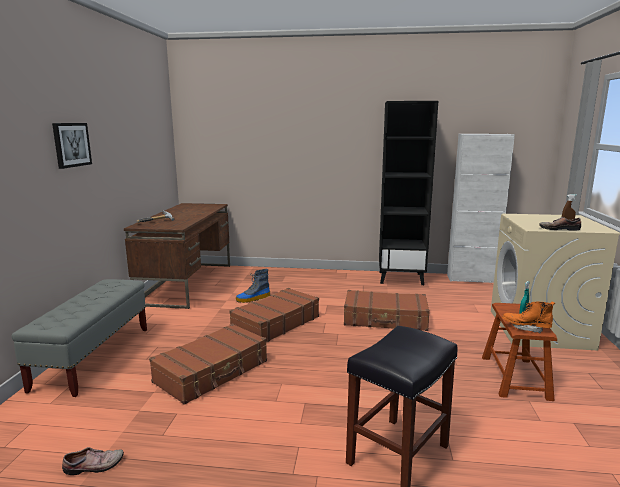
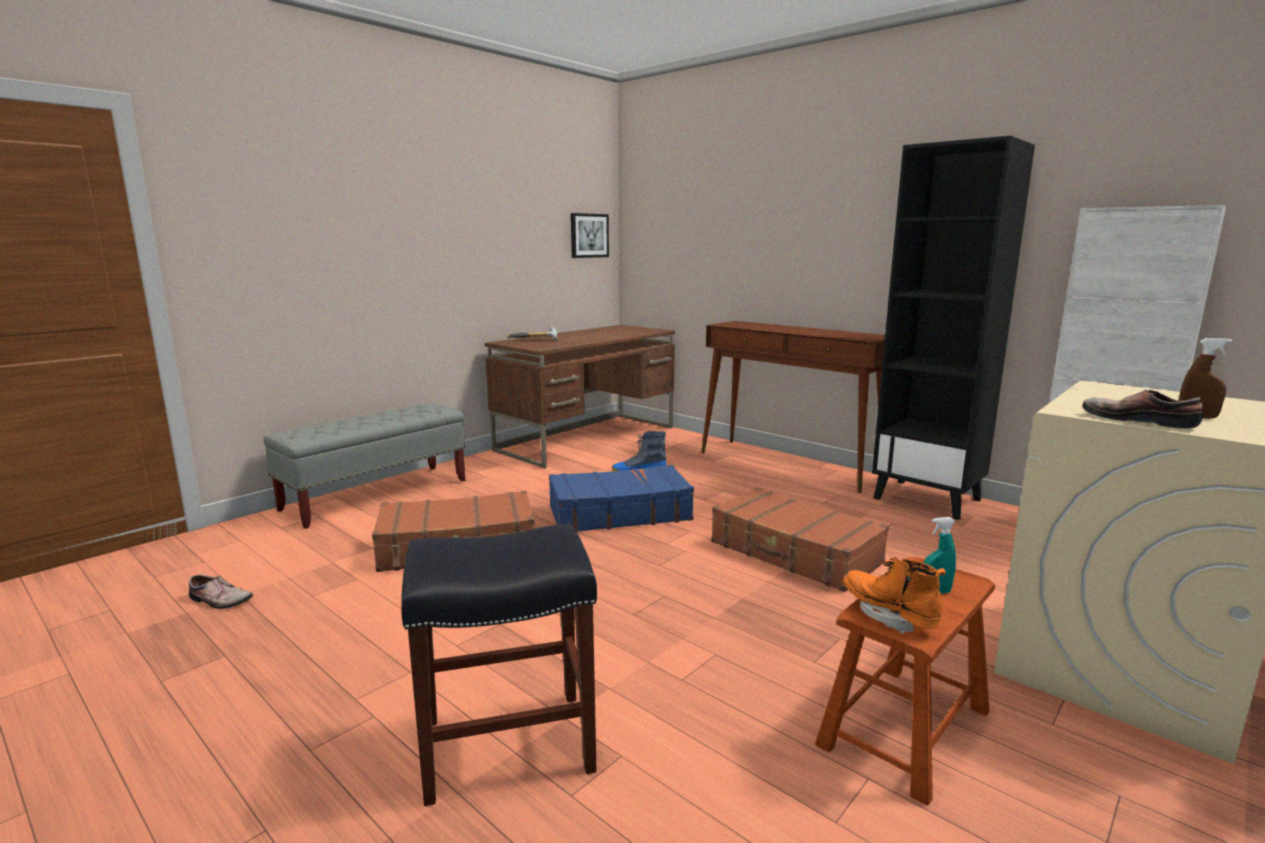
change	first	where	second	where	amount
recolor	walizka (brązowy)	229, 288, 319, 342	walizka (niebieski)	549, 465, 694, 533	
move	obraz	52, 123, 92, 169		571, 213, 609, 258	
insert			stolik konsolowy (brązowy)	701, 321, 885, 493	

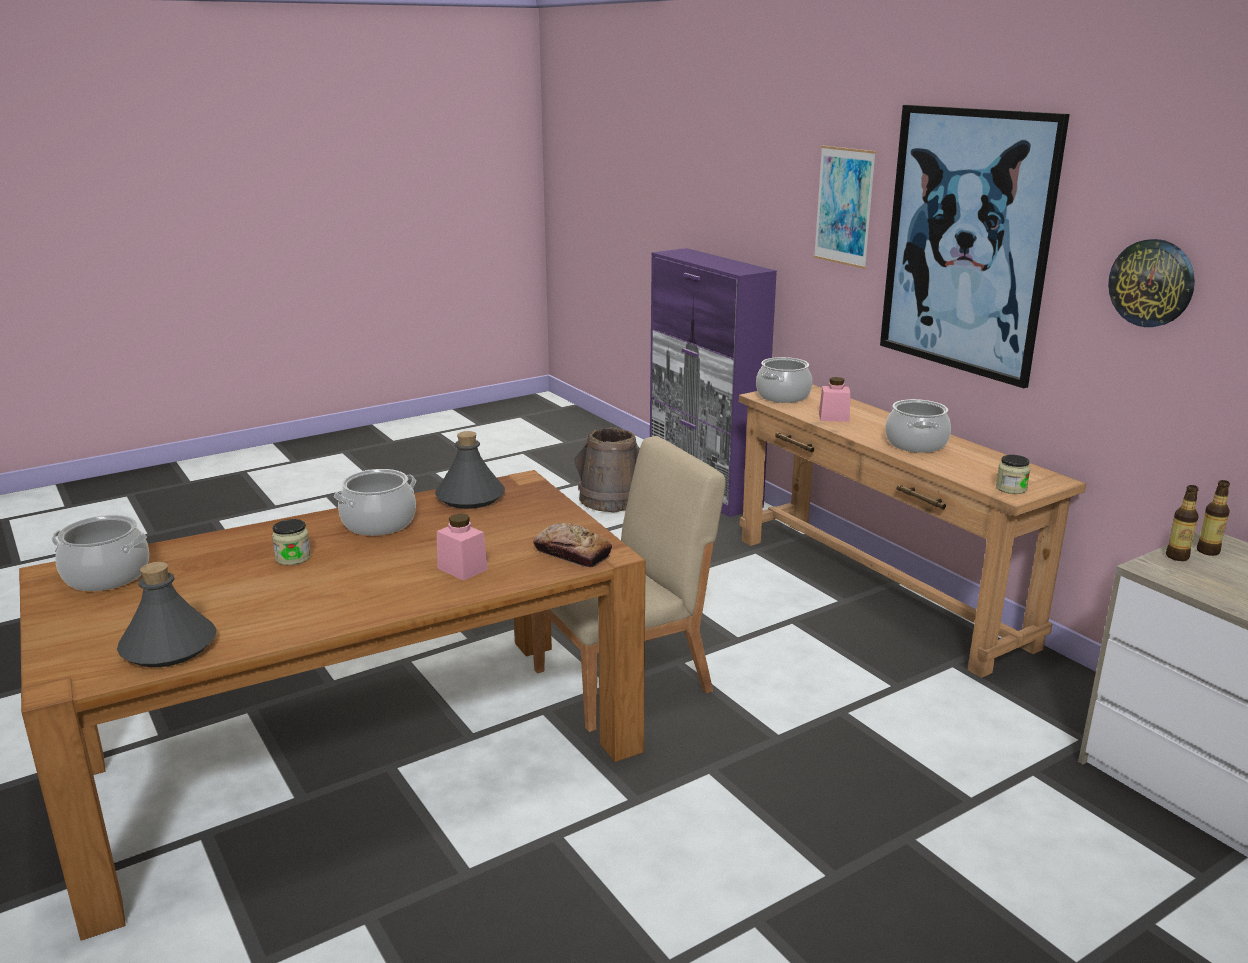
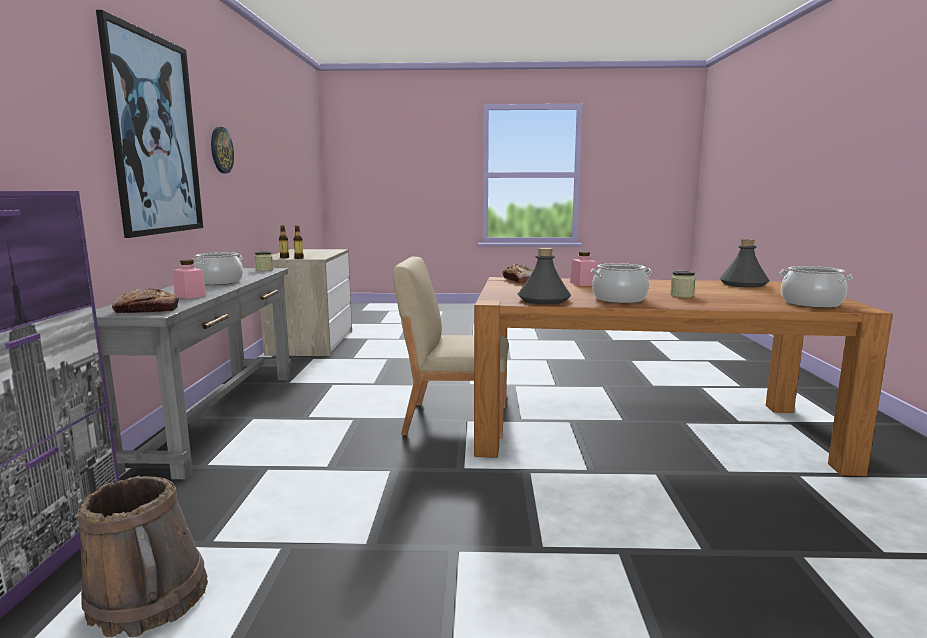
change	first	where	second	where	amount
recolor	stolik konsolowy (brązowy)	739, 384, 1086, 678	stolik konsolowy (szary)	96, 268, 292, 479	
replace	garnek	756, 357, 812, 403	chleb	112, 288, 179, 313	
delete	obraz	813, 146, 876, 269			

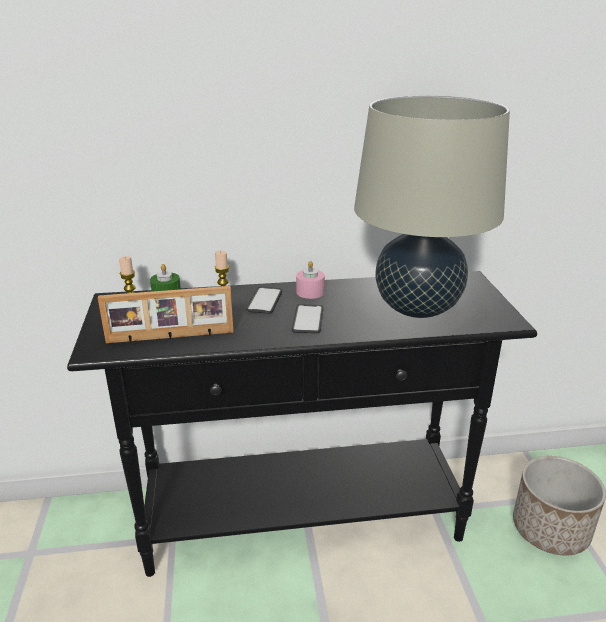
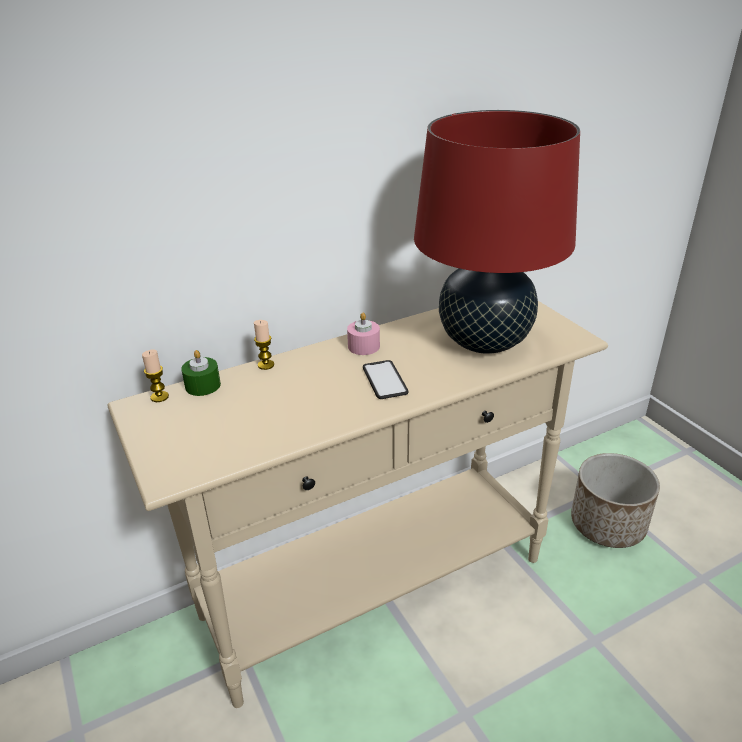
change	first	where	second	where	amount
recolor	stolik konsolowy (czarny)	67, 271, 537, 577	stolik konsolowy (beżowy)	107, 301, 608, 708	
recolor	lampa stołowa (beżowy)	354, 95, 510, 318	lampa stołowa (czerwony)	414, 110, 580, 354	
delete	ramka na zdjęcie	98, 286, 234, 343			
delete	telefon	246, 287, 282, 314			

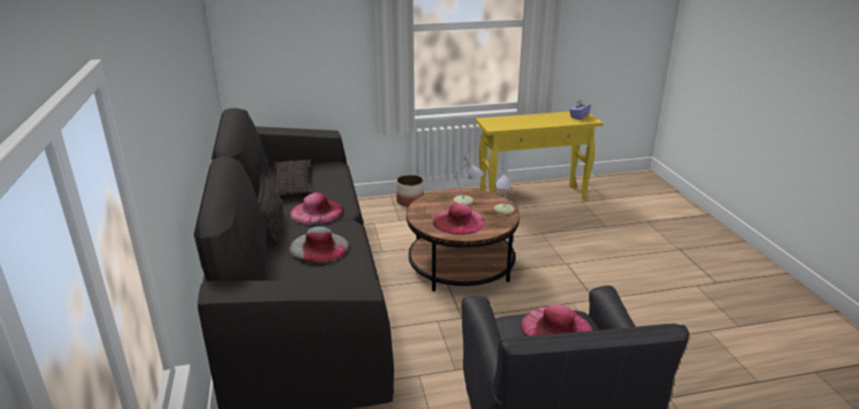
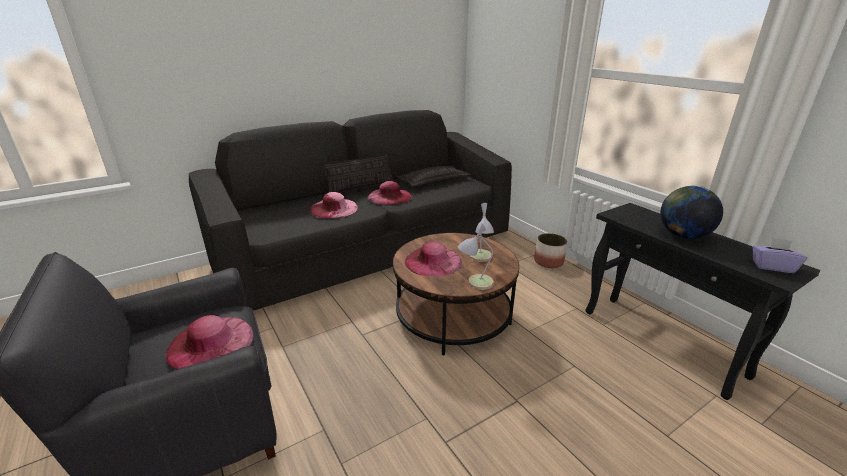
change	first	where	second	where	amount
recolor	kapelusz (szary)	289, 226, 349, 263	kapelusz (różowy)	310, 192, 358, 219	
recolor	stolik konsolowy (żółty)	476, 111, 603, 201	stolik konsolowy (czarny)	585, 203, 821, 400	
insert			globus	660, 186, 723, 239	

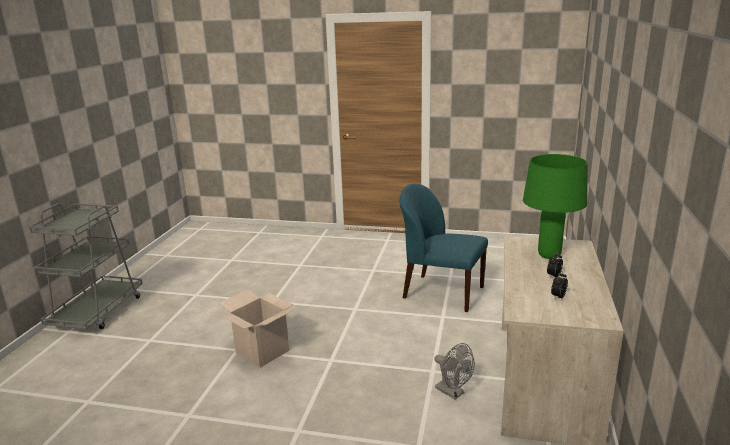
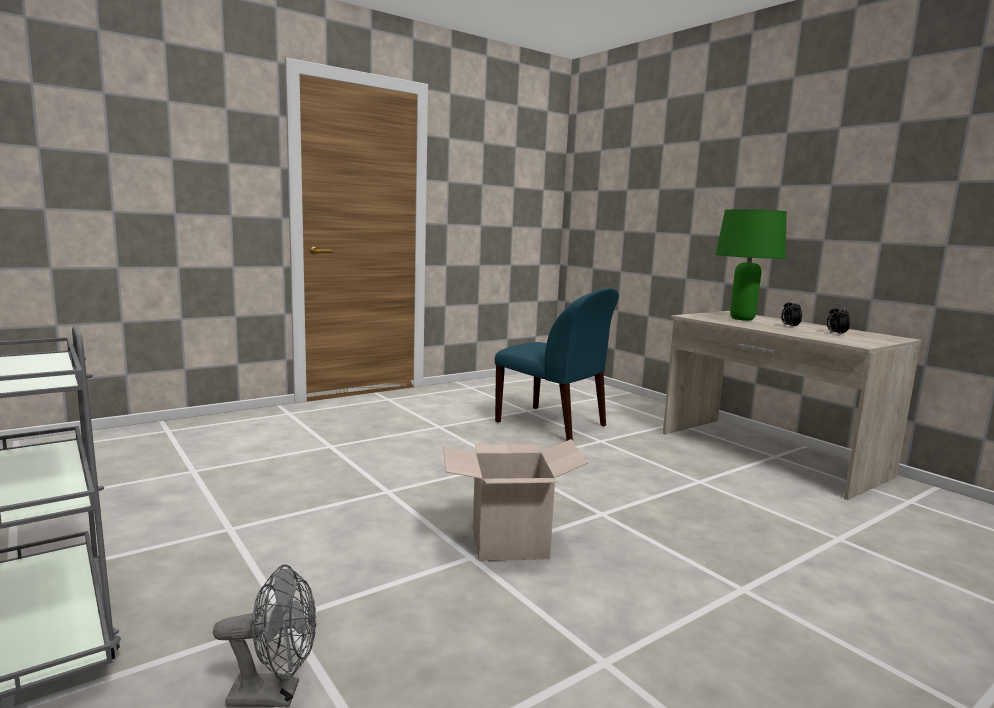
change	first	where	second	where	amount
move	wentylator (szary)	434, 343, 475, 399		213, 564, 316, 707	
rotate	krzesło (niebieski)	399, 184, 488, 312		495, 288, 619, 441	120 degrees counterclockwise

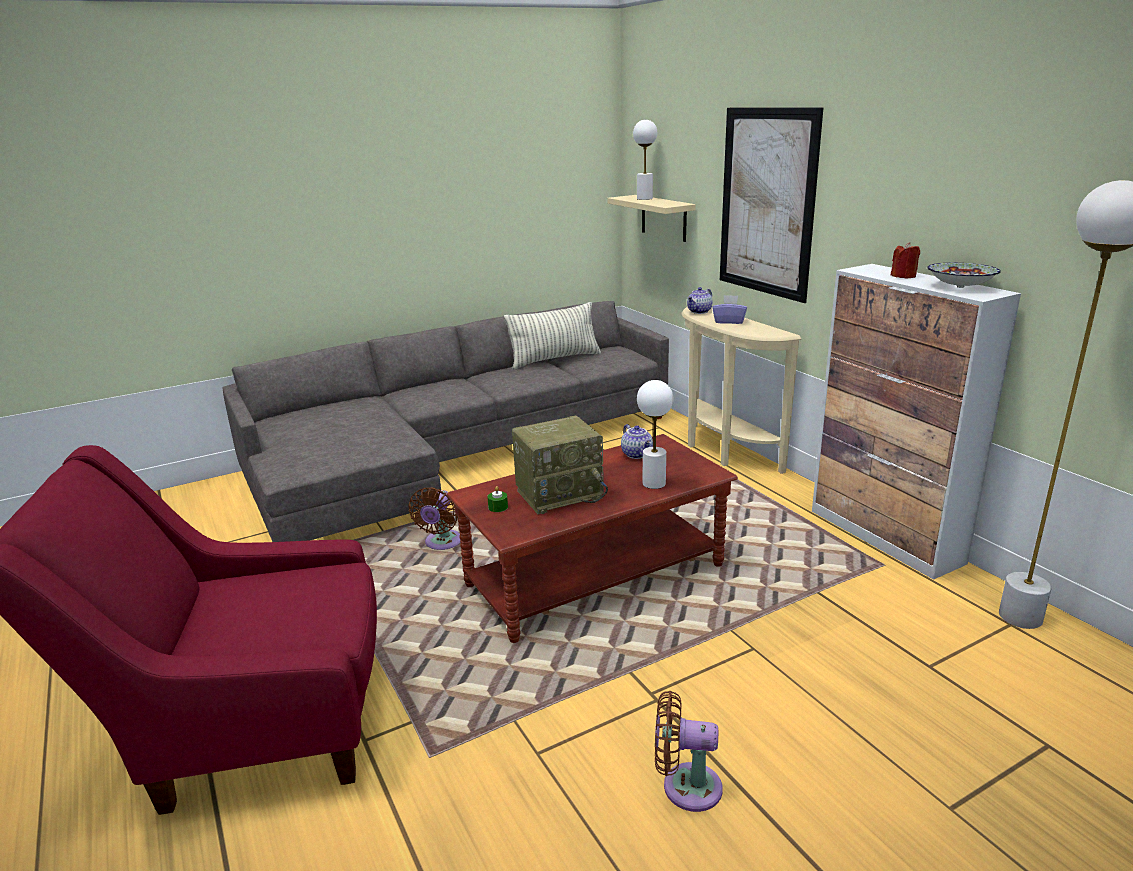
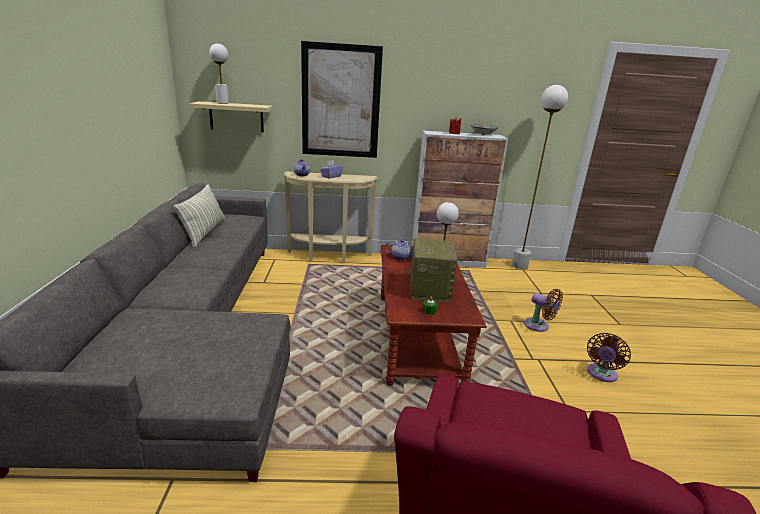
change	first	where	second	where	amount
move	wentylator (brązowy)	408, 487, 461, 550		524, 289, 563, 332	

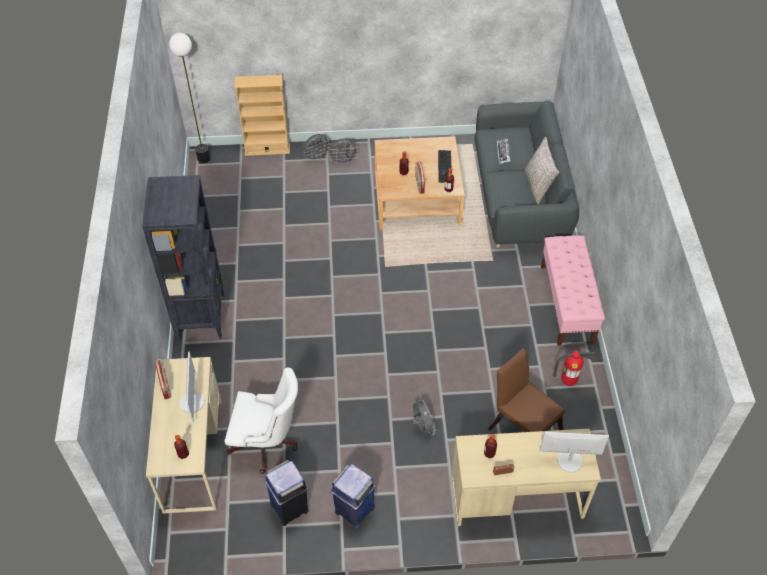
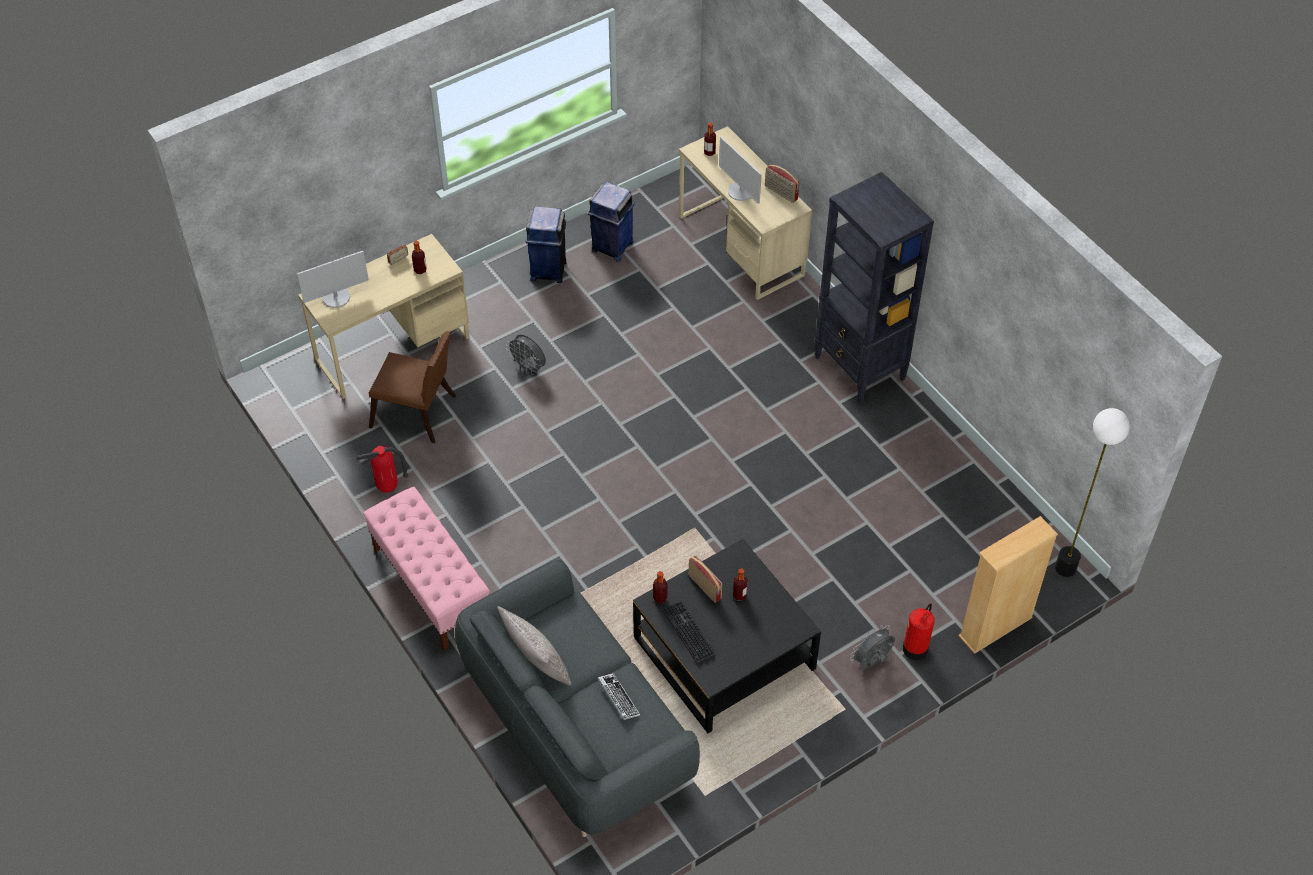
change	first	where	second	where	amount
recolor	ława (beżowy)	375, 136, 465, 229	ława (czarny)	633, 539, 821, 733	
replace	wentylator (szary)	303, 134, 332, 162	gaśnica	903, 603, 935, 660	
delete	krzesło biurowe (biały)	224, 367, 298, 474			

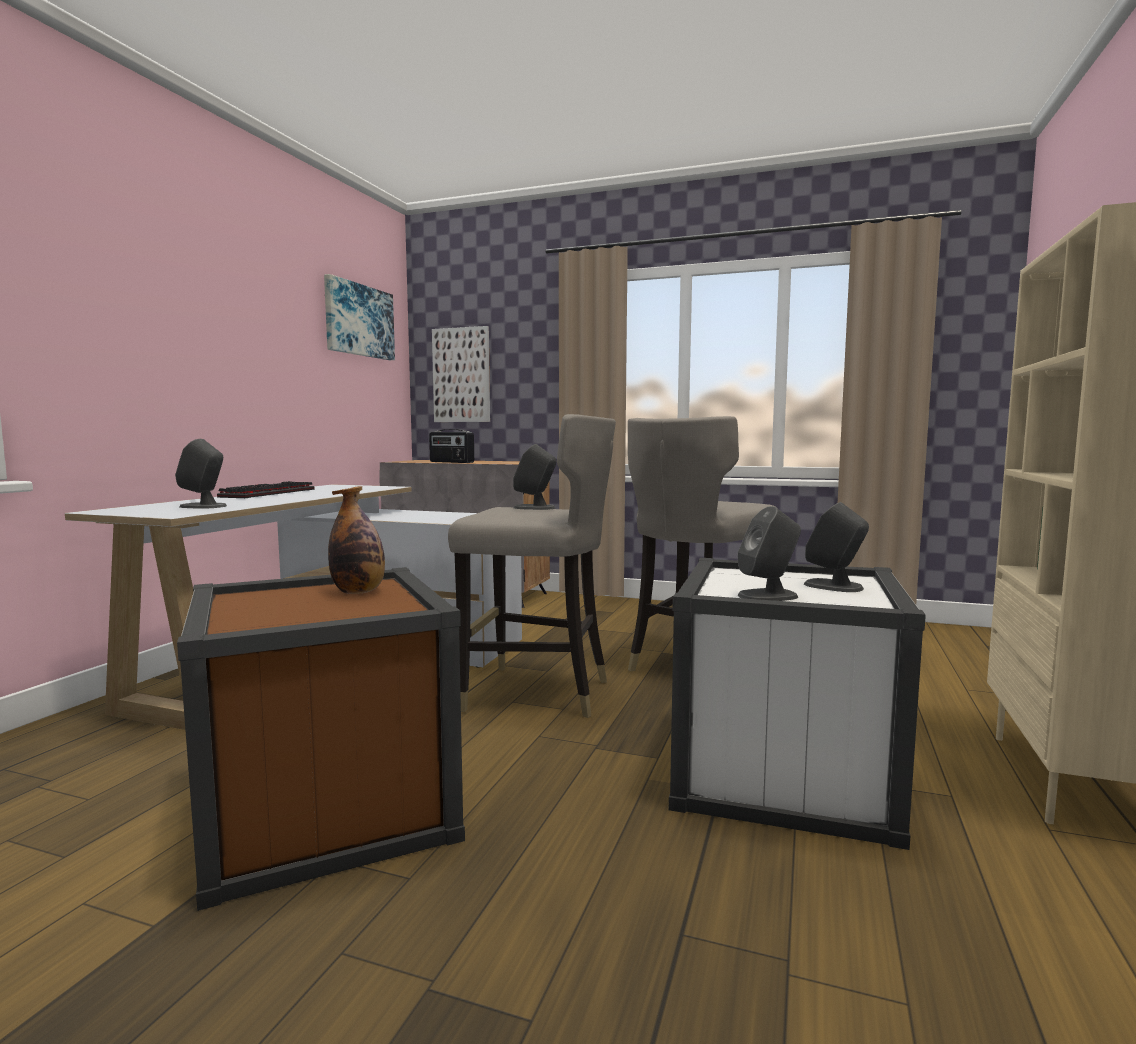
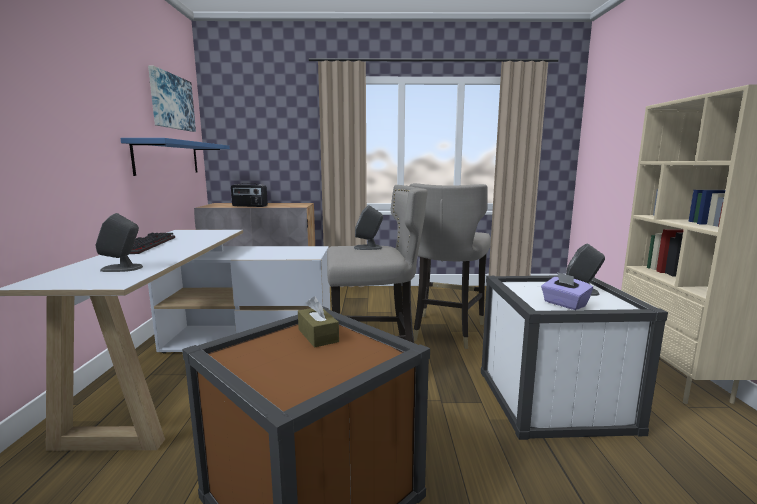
change	first	where	second	where	amount
insert			półka (niebieski)	120, 138, 230, 176	
replace	butelka	328, 486, 385, 594	pudełko chusteczek (brązowy)	298, 296, 339, 348	
replace	głośnik (szary)	738, 506, 801, 601	pudełko chusteczek (fioletowy)	541, 272, 593, 310	
delete	obraz	432, 326, 490, 422			

